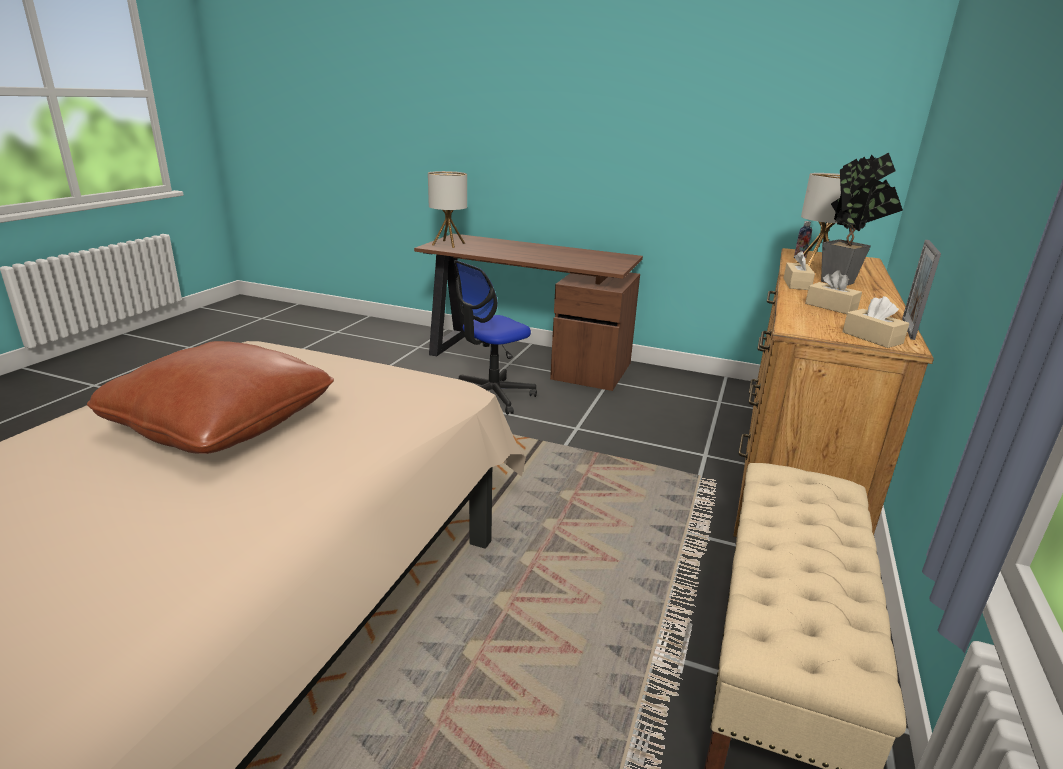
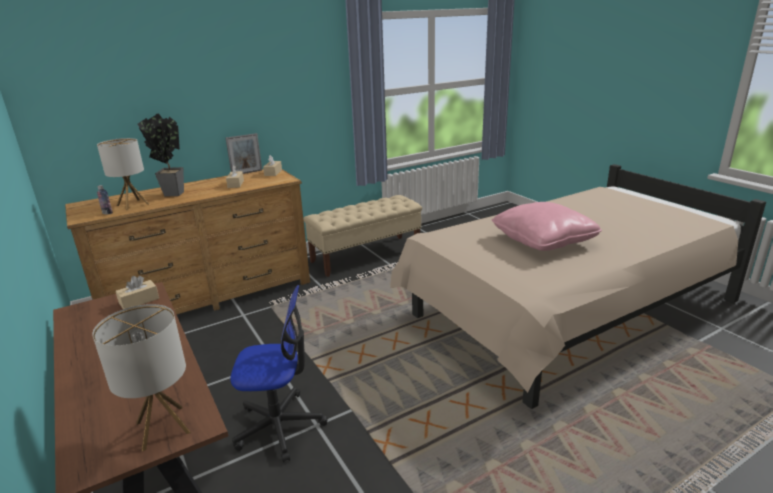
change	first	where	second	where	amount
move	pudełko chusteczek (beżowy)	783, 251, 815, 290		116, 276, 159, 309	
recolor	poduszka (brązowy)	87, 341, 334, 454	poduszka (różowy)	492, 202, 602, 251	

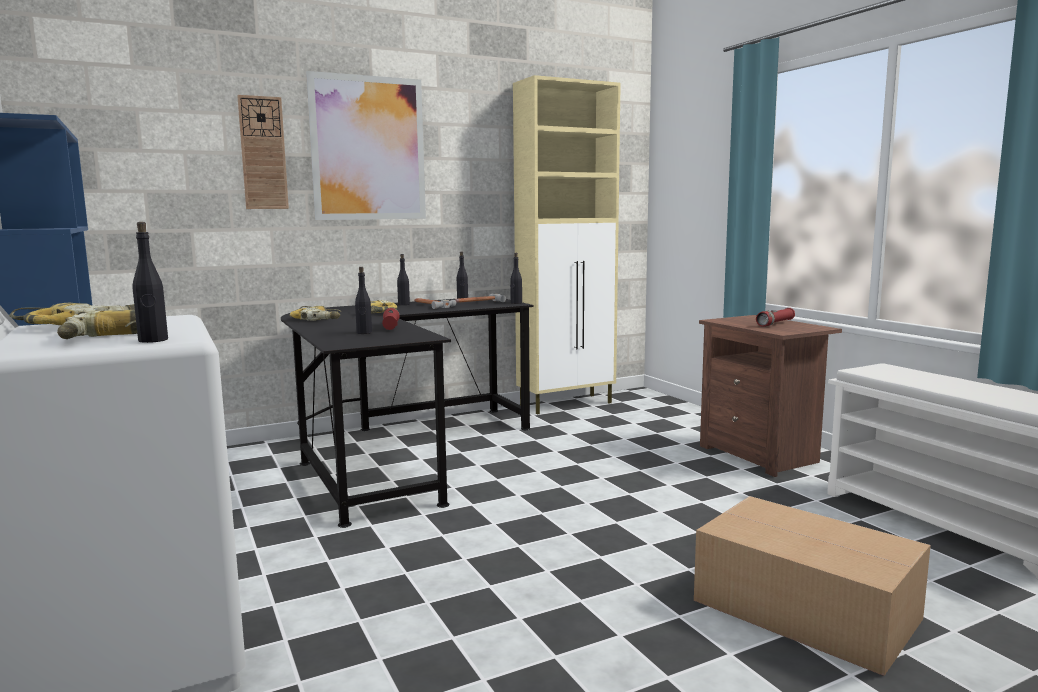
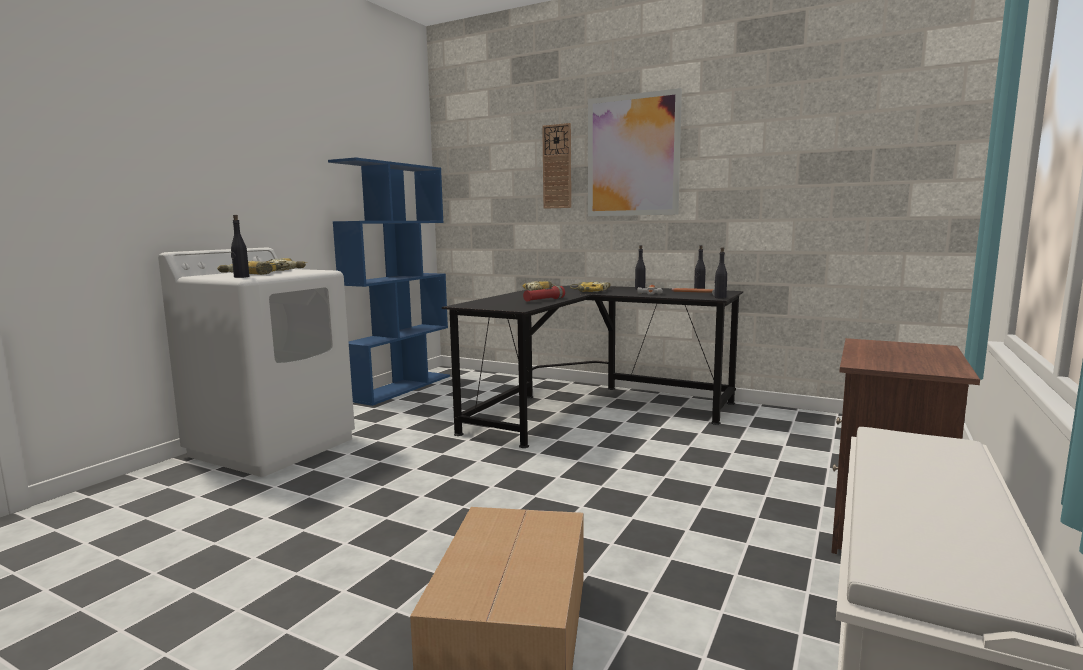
change	first	where	second	where	amount
delete	butelka (czarny)	355, 267, 372, 334			
delete	szafka (beżowy)	513, 75, 621, 414			
delete	latarka (czerwony)	756, 308, 795, 327			

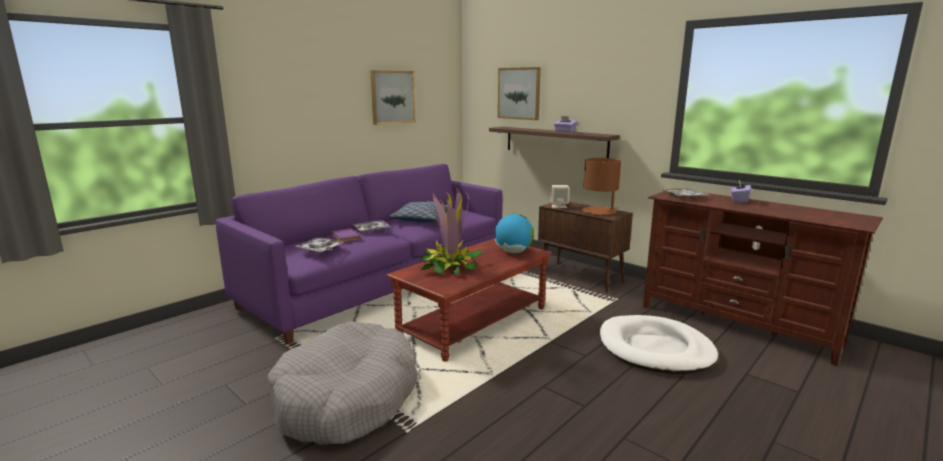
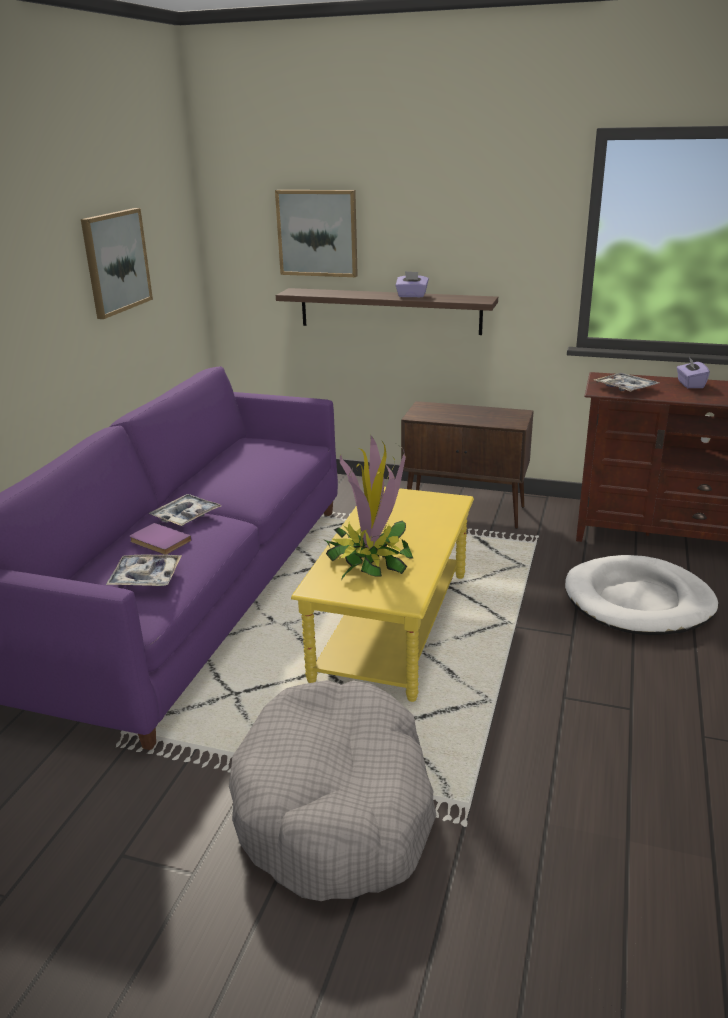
change	first	where	second	where	amount
recolor	ława (brązowy)	386, 238, 552, 362	ława (żółty)	291, 487, 474, 702	
delete	poduszka	389, 201, 448, 222			
delete	globus	495, 213, 534, 253			
delete	głośnik (beżowy)	550, 185, 570, 208			
delete	lampa stołowa (brązowy)	582, 158, 621, 216			

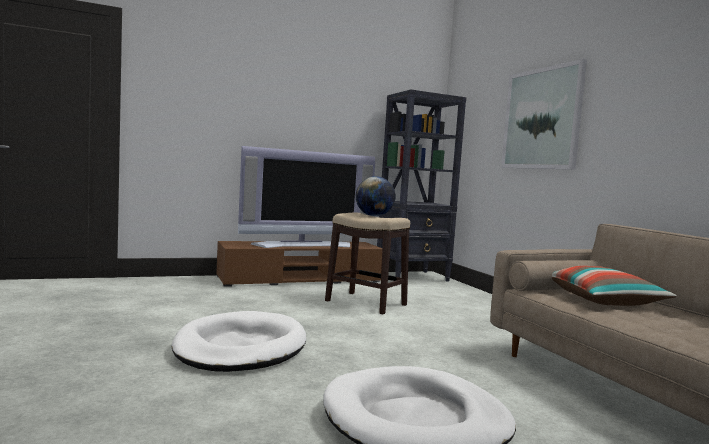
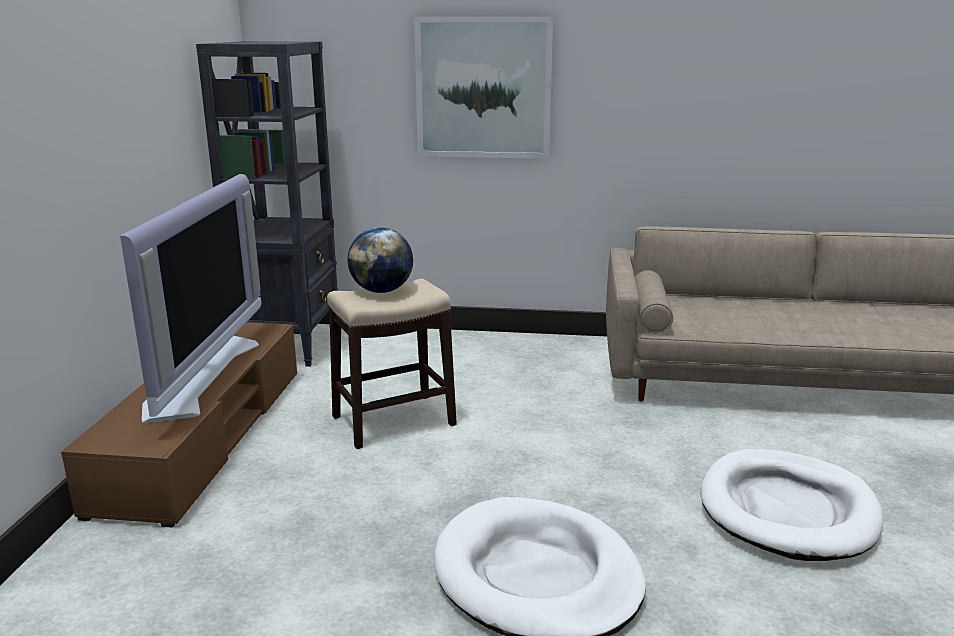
change	first	where	second	where	amount
delete	poduszka	552, 266, 677, 306			

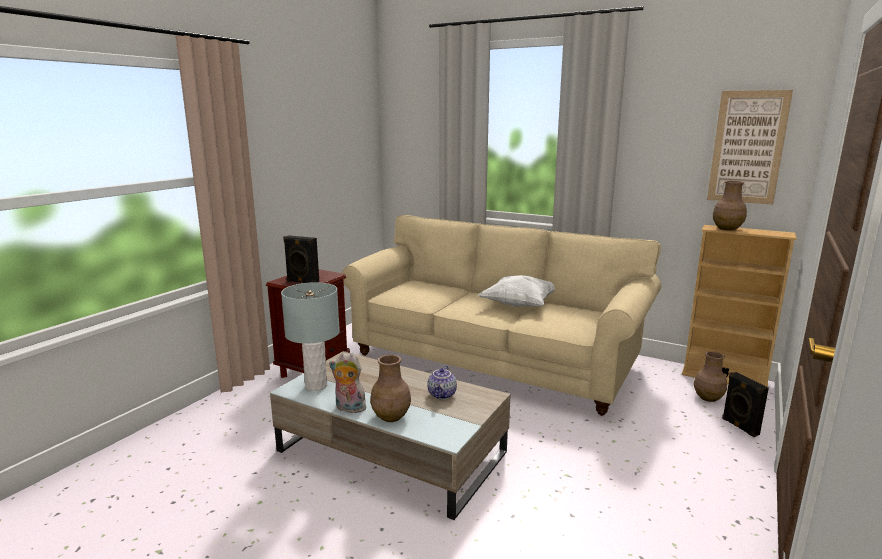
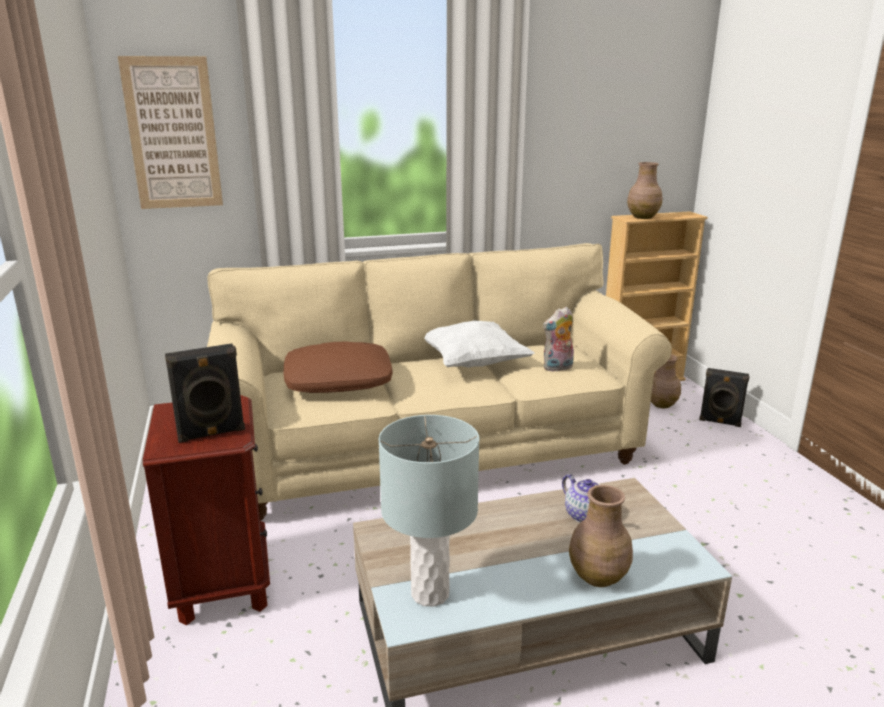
change	first	where	second	where	amount
move	obraz	707, 90, 793, 205		118, 56, 223, 209	
insert			poduszka (brązowy)	284, 342, 393, 393	
move	pluszak	329, 352, 366, 413		543, 307, 574, 372	

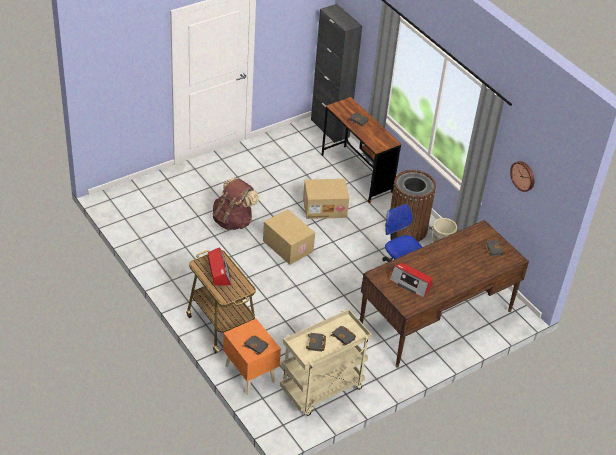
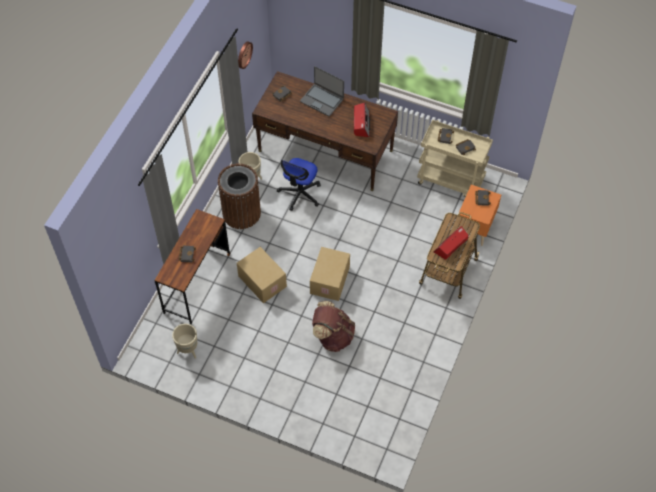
change	first	where	second	where	amount
insert			donica (beżowy)	172, 324, 197, 359	
insert			laptop	300, 66, 344, 117	
delete	szafka (czarny)	311, 4, 362, 143			

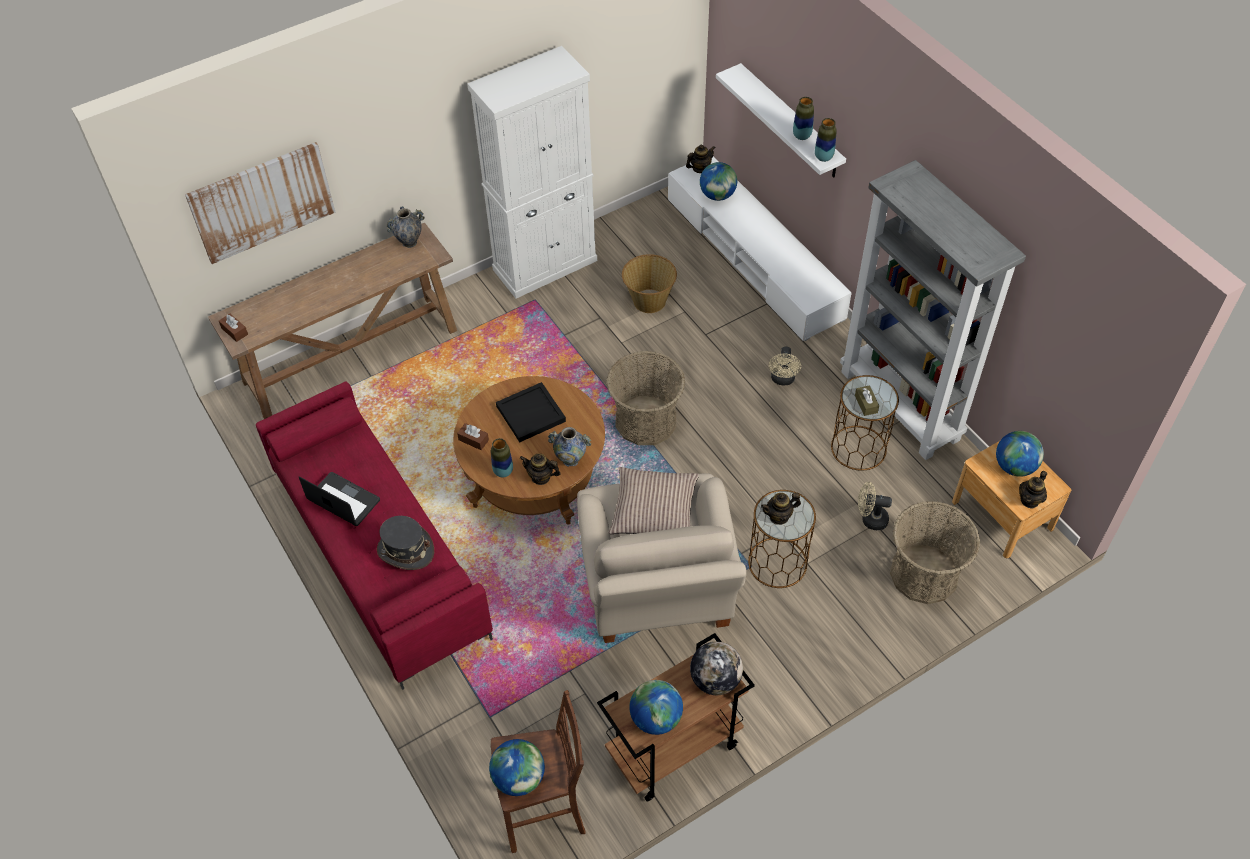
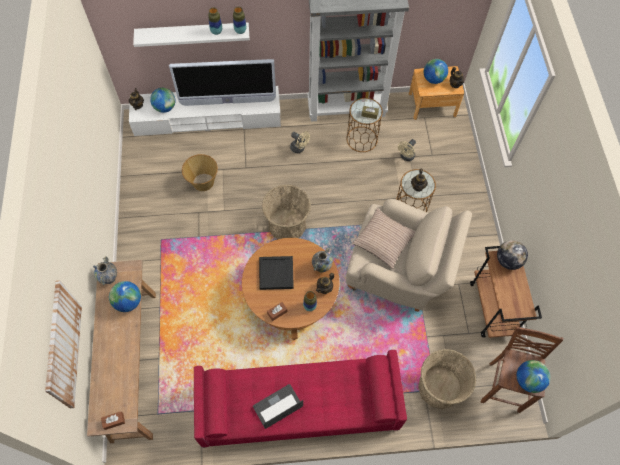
change	first	where	second	where	amount
move	globus	629, 680, 683, 735		109, 281, 141, 312	
insert			telewizor	169, 59, 276, 106	
move	koszyk	890, 501, 980, 604		418, 349, 476, 409	
delete	kapelusz (szary)	377, 516, 434, 570			
delete	szafka (biały)	467, 46, 597, 299			

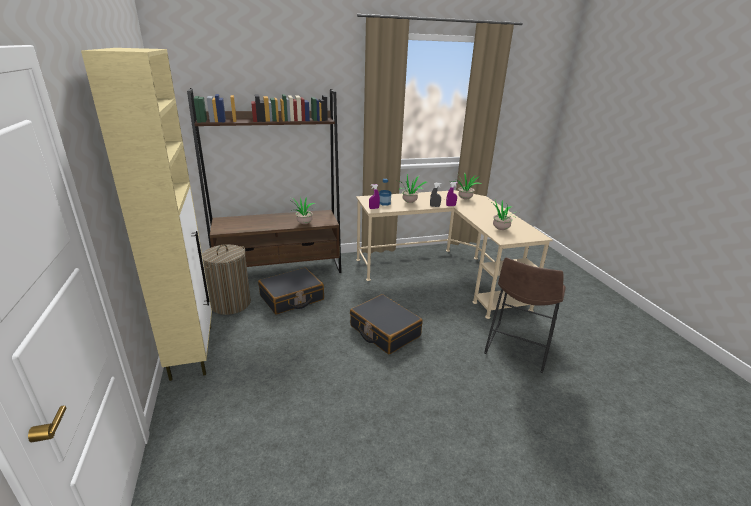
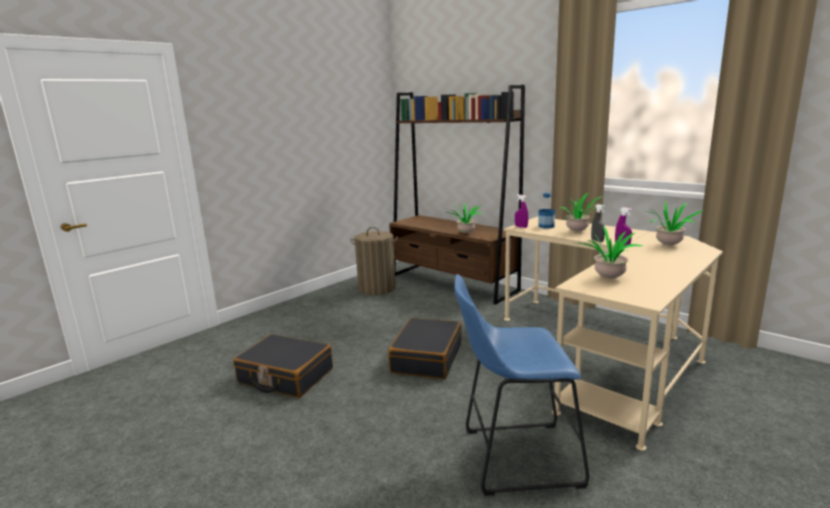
change	first	where	second	where	amount
move	walizka (czarny)	258, 268, 324, 314		233, 334, 333, 398	
recolor	stołek (brązowy)	484, 257, 566, 373	stołek (niebieski)	454, 274, 589, 496	
delete	szafka (beżowy)	81, 48, 212, 381			

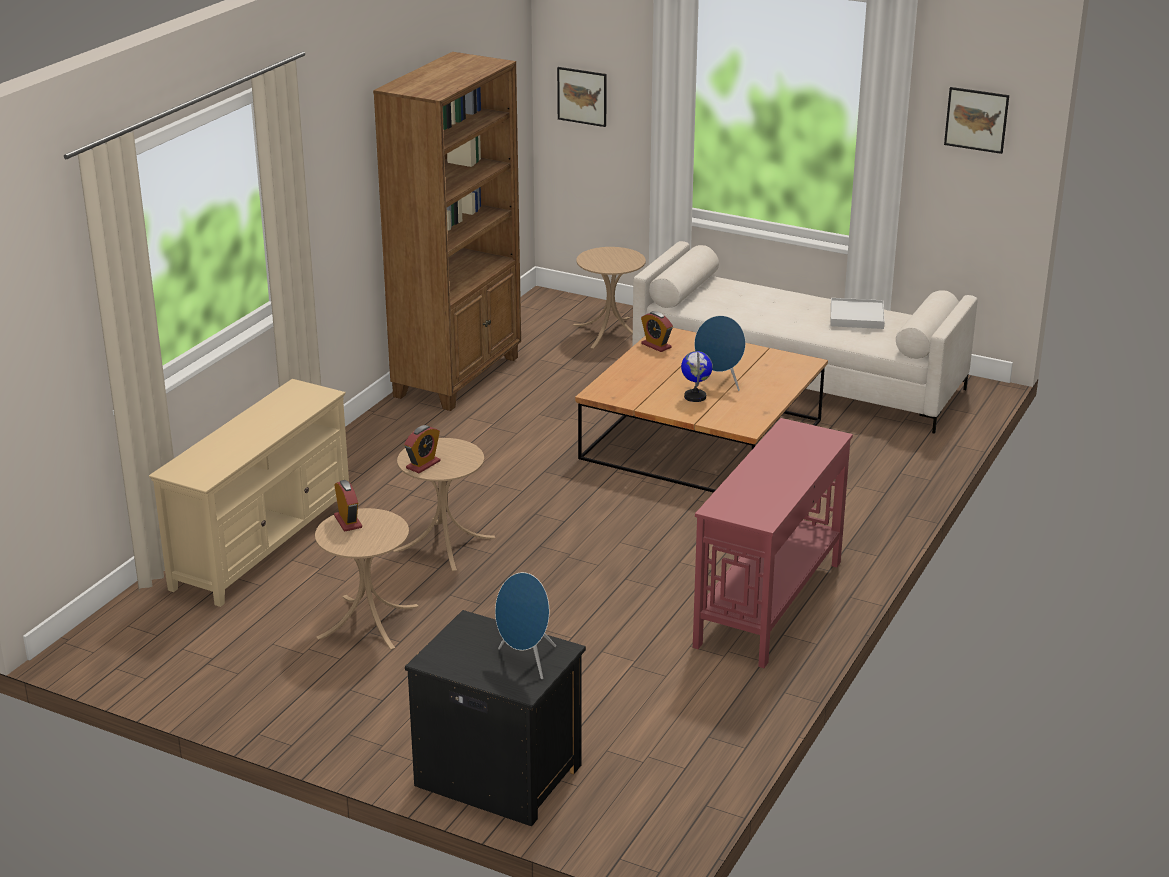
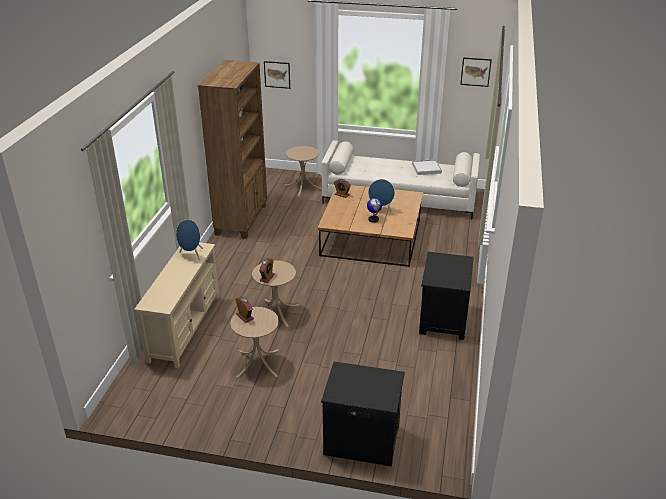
change	first	where	second	where	amount
move	głośnik (niebieski)	495, 572, 556, 679		176, 219, 203, 262	
replace	stolik konsolowy (czerwony)	693, 418, 853, 668	szafka nocna (czarny)	419, 252, 474, 340	

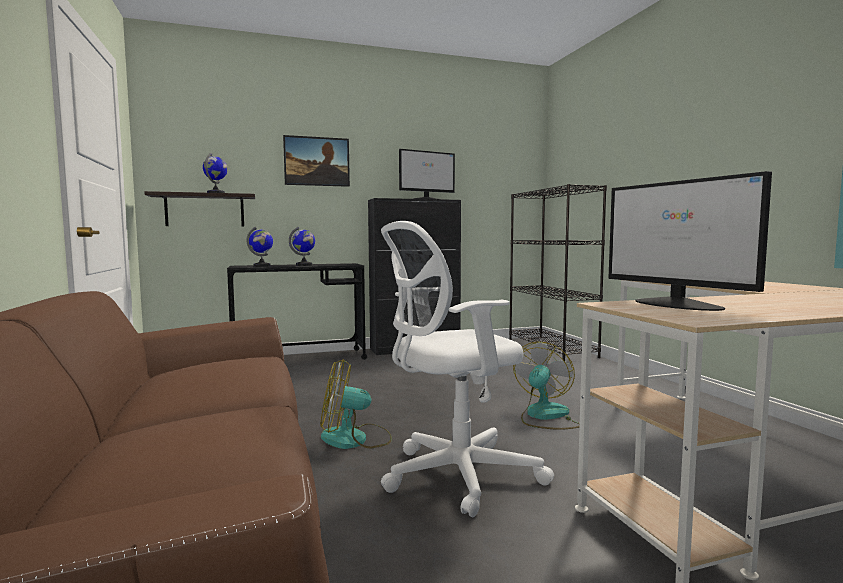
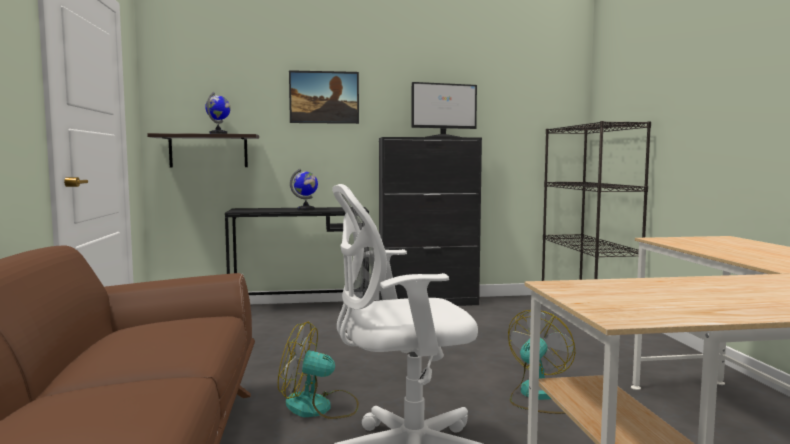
change	first	where	second	where	amount
delete	globus	247, 227, 273, 267			
delete	monitor	608, 171, 772, 311			

